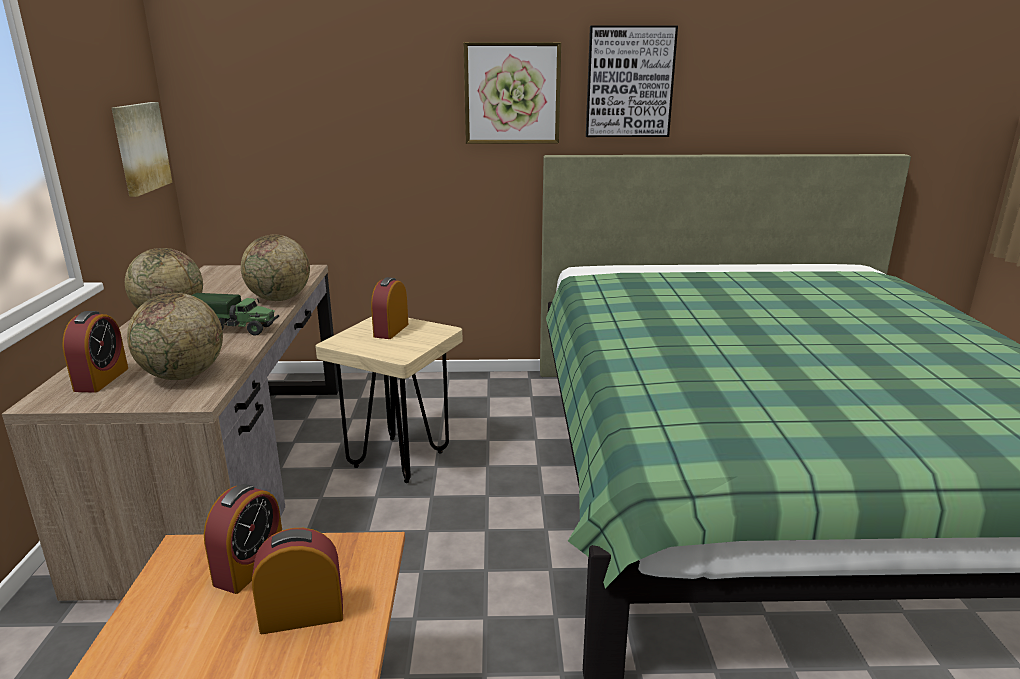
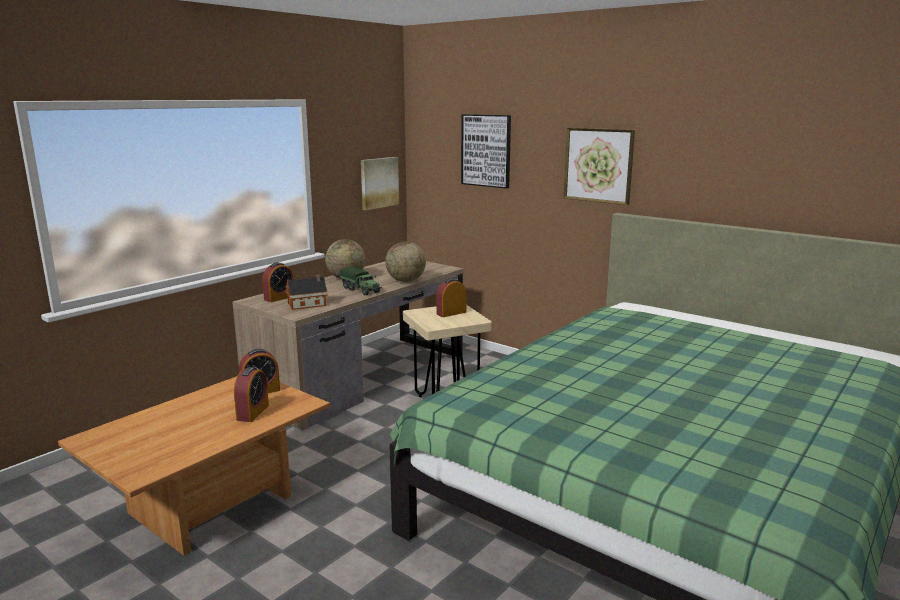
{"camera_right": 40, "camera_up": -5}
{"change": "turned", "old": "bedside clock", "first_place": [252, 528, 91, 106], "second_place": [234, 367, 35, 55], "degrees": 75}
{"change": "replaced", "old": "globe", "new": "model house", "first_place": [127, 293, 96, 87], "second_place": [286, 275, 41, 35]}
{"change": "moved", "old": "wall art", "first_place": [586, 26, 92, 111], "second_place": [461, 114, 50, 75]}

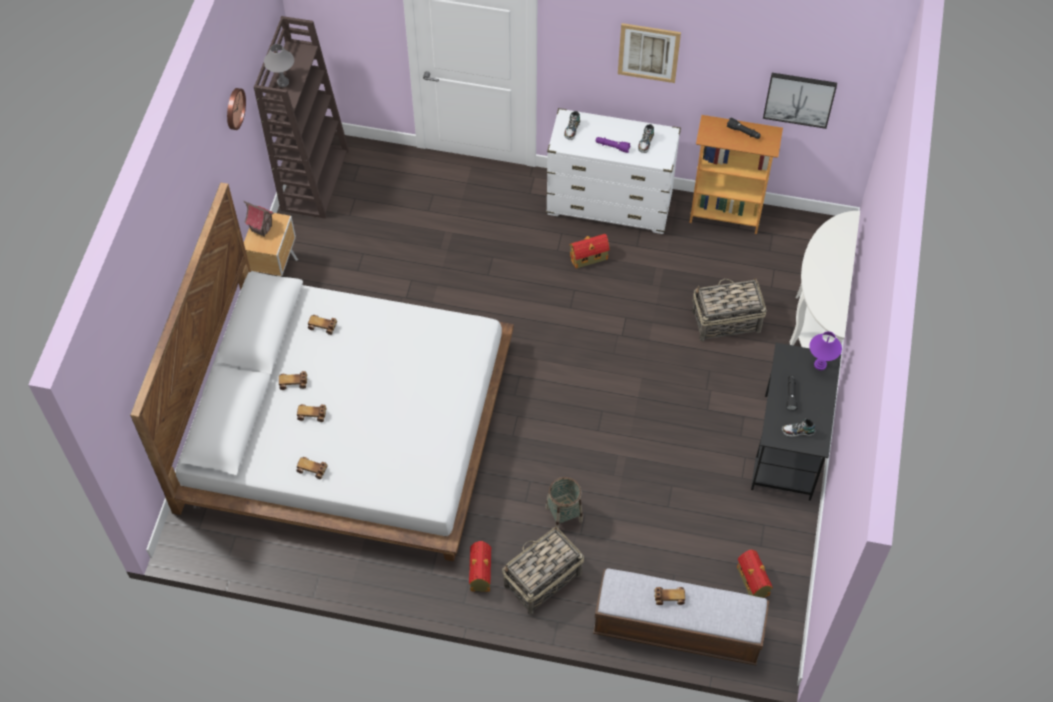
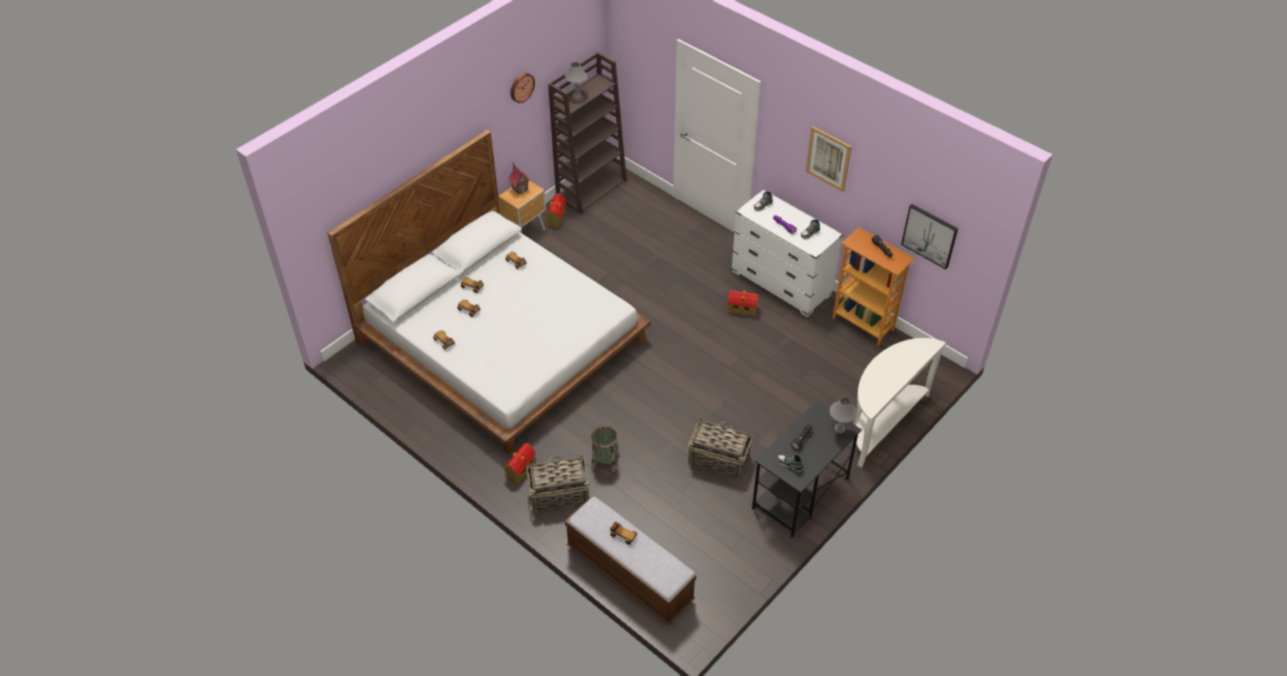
{"camera_right": 30, "camera_up": -10}
{"change": "moved", "old": "model house", "first_place": [737, 550, 36, 48], "second_place": [546, 193, 20, 35]}
{"change": "moved", "old": "basket", "first_place": [692, 277, 75, 65], "second_place": [688, 418, 65, 62]}
{"change": "recoloured", "old": "purplish lamp for a table", "new": "greyish lamp for a table", "first_place": [809, 331, 33, 39], "second_place": [830, 397, 27, 37]}

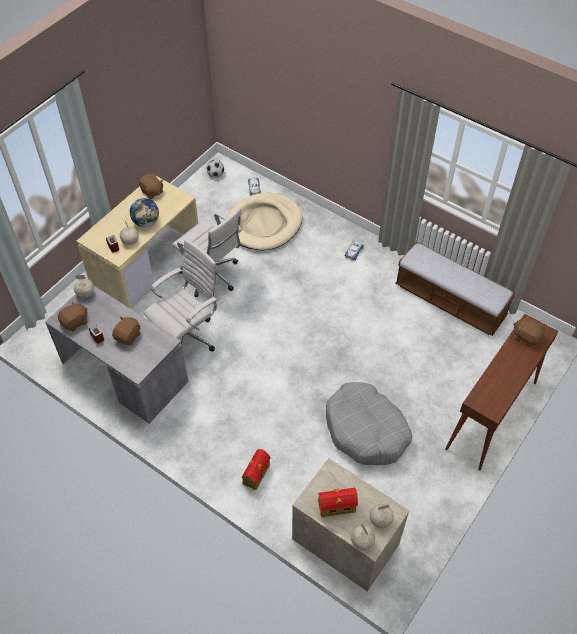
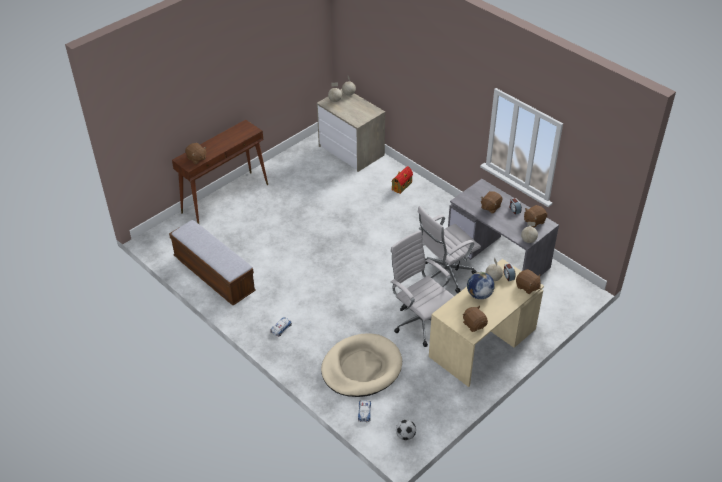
{"camera_right": -170, "camera_up": -10}
{"change": "added", "new": "brown-coloured plush toy", "second_place": [516, 269, 25, 25]}
{"change": "removed", "old": "model house", "first_place": [318, 488, 40, 29]}
{"change": "removed", "old": "greyish dog cushion", "first_place": [326, 382, 86, 83]}

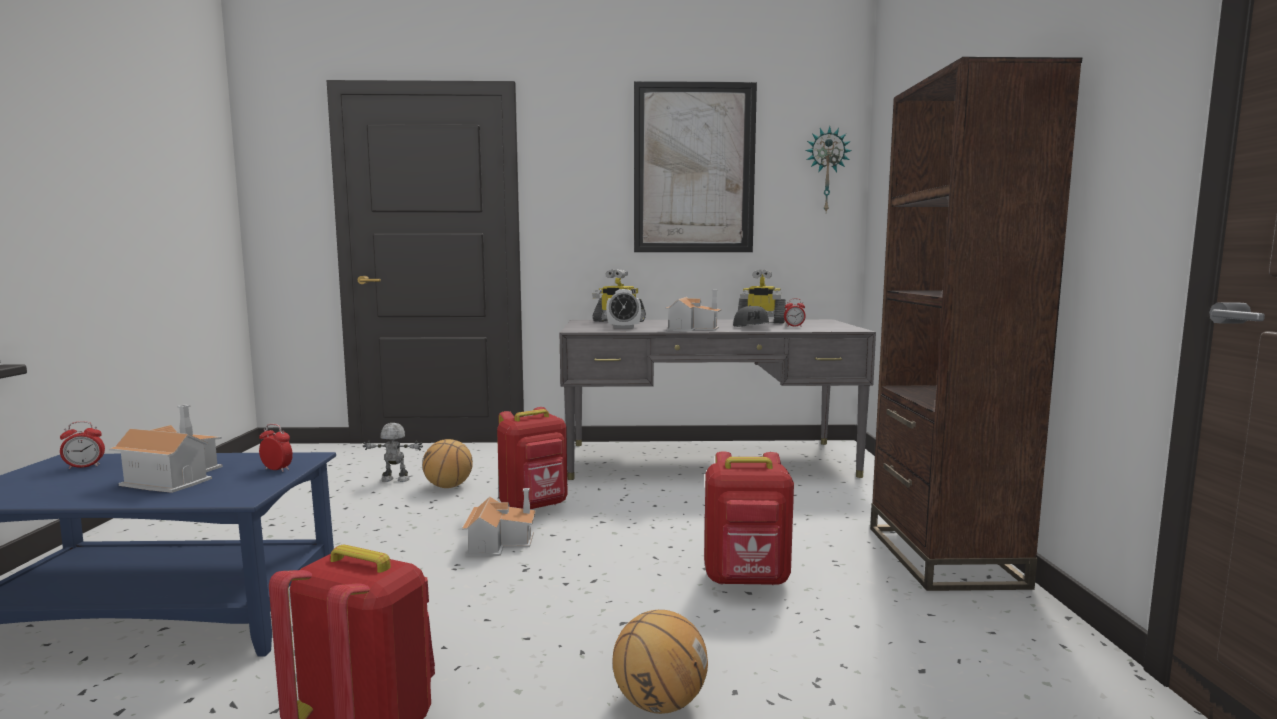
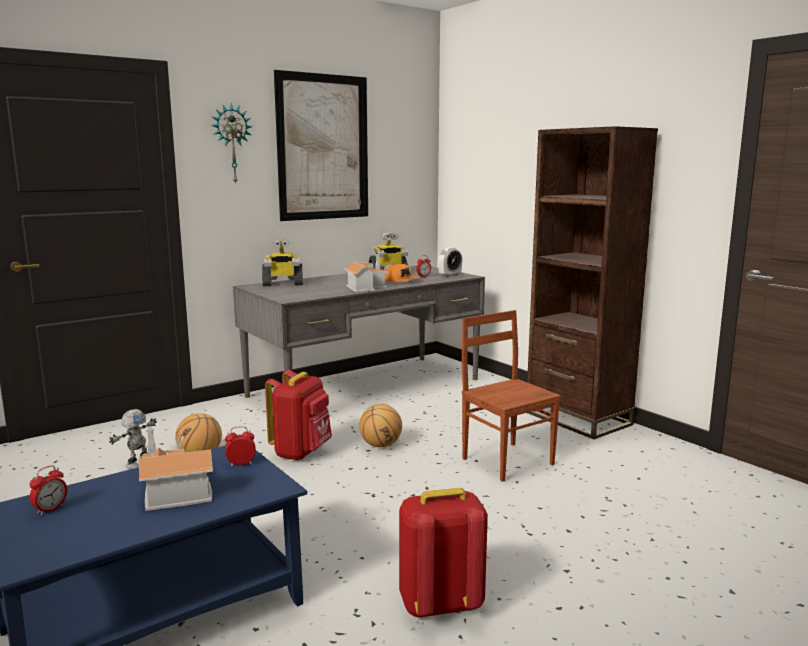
{"camera_right": -35, "camera_up": 5}
{"change": "turned", "old": "robot figure", "first_place": [363, 423, 60, 59], "second_place": [109, 409, 48, 60], "degrees": 150}
{"change": "moved", "old": "wall clock", "first_place": [805, 126, 47, 86], "second_place": [211, 103, 41, 82]}
{"change": "moved", "old": "basketball", "first_place": [612, 610, 96, 104], "second_place": [359, 404, 43, 43]}
{"change": "recoloured", "old": "greyish cap", "new": "orange-coloured cap", "first_place": [733, 305, 40, 22], "second_place": [385, 264, 35, 18]}
{"change": "moved", "old": "bedside clock", "first_place": [606, 289, 35, 39], "second_place": [438, 247, 24, 30]}
{"change": "replaced", "old": "reddish rucksack", "new": "brown-coloured upright chair", "first_place": [704, 451, 90, 135], "second_place": [462, 310, 99, 172]}
{"change": "removed", "old": "model house", "first_place": [462, 488, 74, 69]}

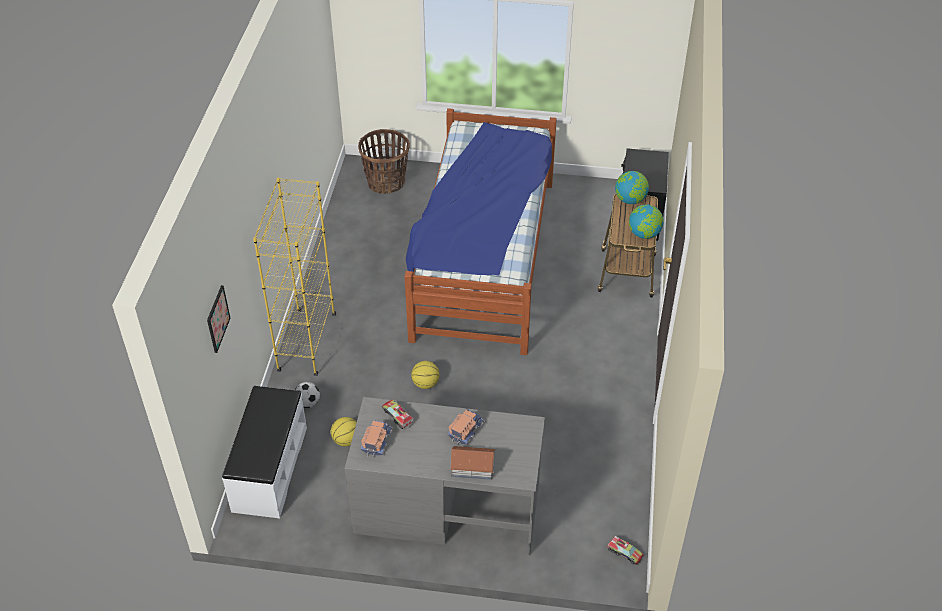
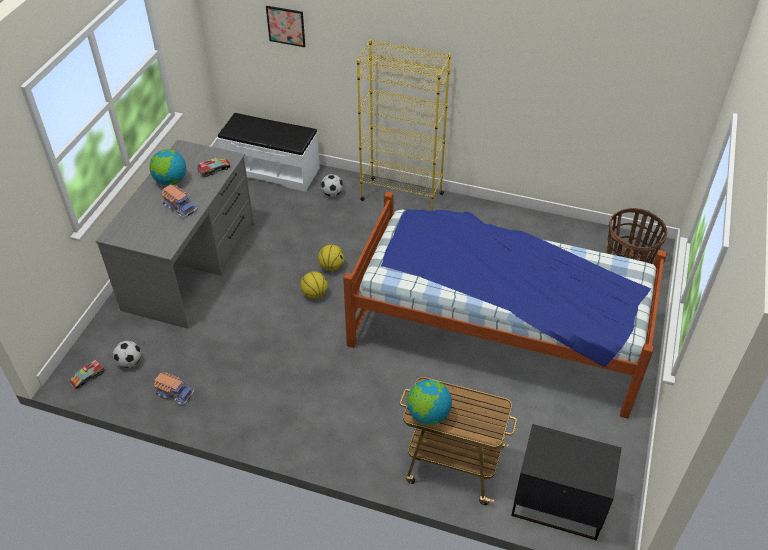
{"camera_right": 100, "camera_up": 0}
{"change": "added", "new": "football", "second_place": [113, 341, 28, 27]}
{"change": "moved", "old": "globe", "first_place": [615, 171, 34, 33], "second_place": [149, 150, 37, 35]}
{"change": "moved", "old": "toy lorry", "first_place": [361, 420, 32, 38], "second_place": [154, 372, 40, 33]}
{"change": "moved", "old": "basketball", "first_place": [331, 417, 26, 29], "second_place": [300, 271, 28, 28]}
{"change": "removed", "old": "model house", "first_place": [450, 446, 46, 34]}

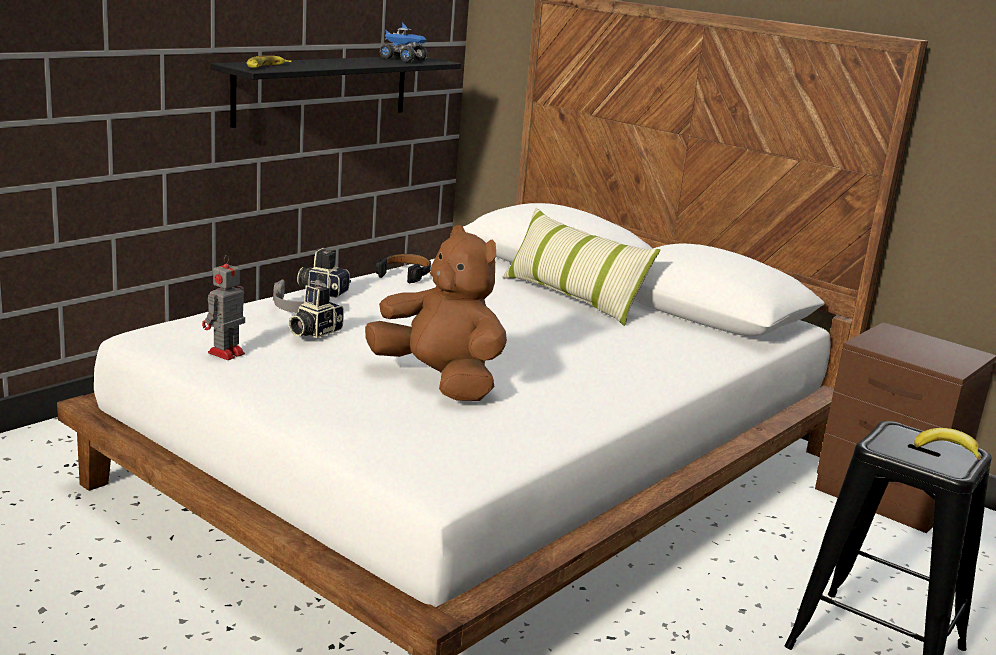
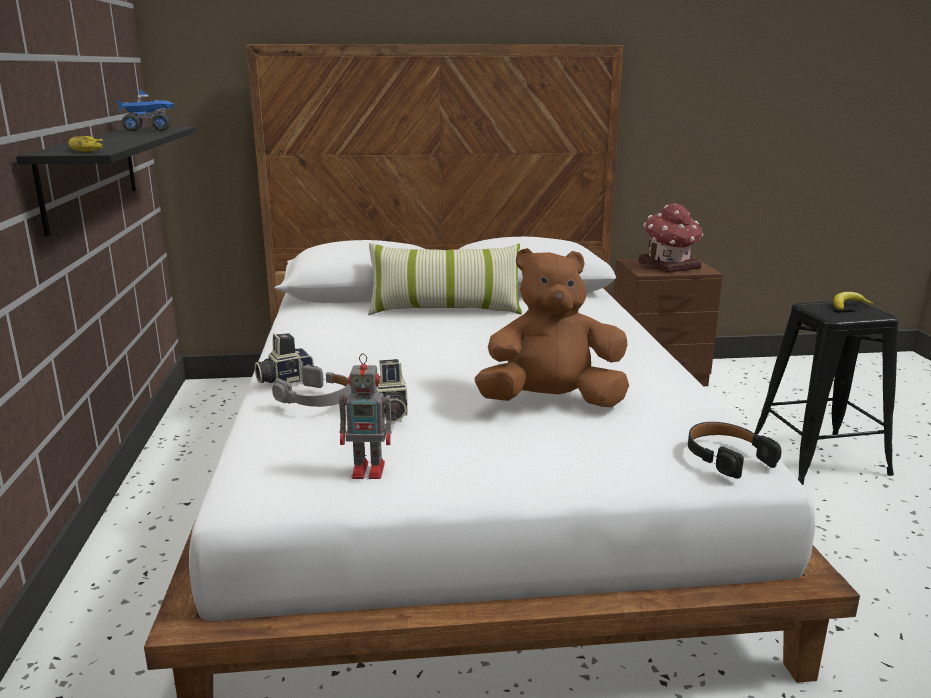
{"camera_right": -45, "camera_up": 0}
{"change": "turned", "old": "robot figure", "first_place": [202, 255, 43, 105], "second_place": [339, 353, 58, 126], "degrees": -75}
{"change": "added", "new": "model house", "second_place": [638, 203, 65, 70]}
{"change": "moved", "old": "black pair of headphones", "first_place": [376, 254, 55, 29], "second_place": [688, 422, 94, 57]}

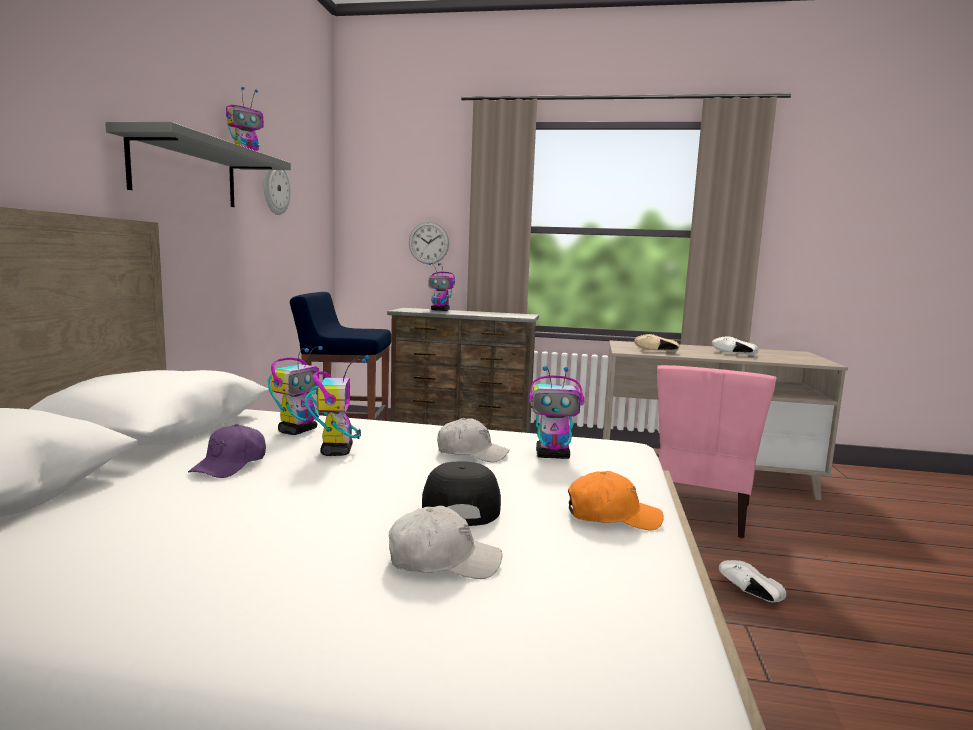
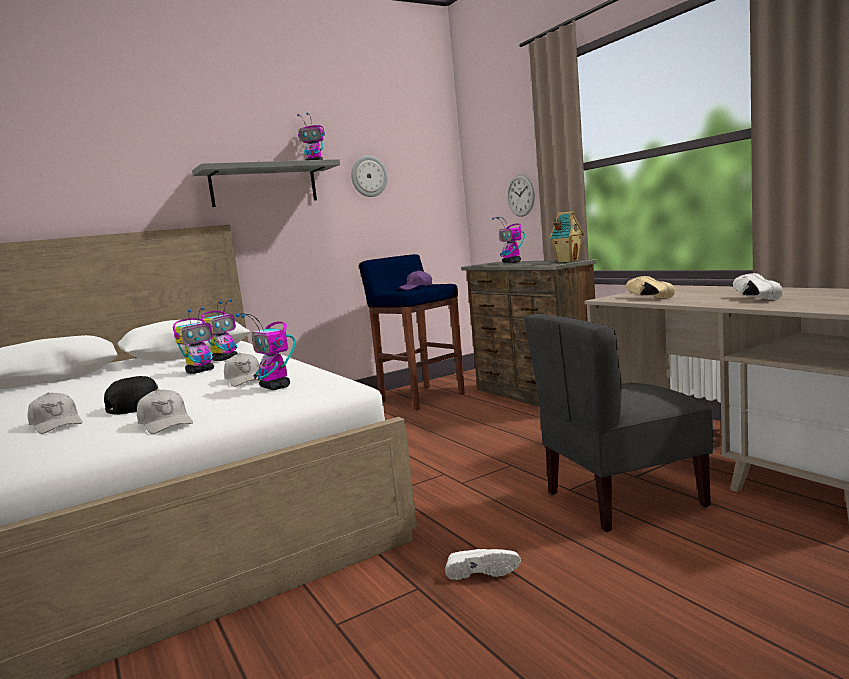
{"camera_right": 50, "camera_up": 0}
{"change": "recoloured", "old": "orange-coloured cap", "new": "whitish cap", "first_place": [568, 471, 96, 60], "second_place": [137, 389, 56, 45]}
{"change": "turned", "old": "robot figure", "first_place": [268, 346, 55, 89], "second_place": [201, 299, 37, 62], "degrees": -45}
{"change": "moved", "old": "purplish cap", "first_place": [188, 424, 78, 54], "second_place": [398, 270, 34, 20]}
{"change": "turned", "old": "whitish low shoe", "first_place": [719, 560, 67, 42], "second_place": [445, 549, 76, 31], "degrees": 90}
{"change": "recoloured", "old": "pink upright chair", "new": "greyish upright chair", "first_place": [657, 365, 120, 173], "second_place": [524, 314, 189, 218]}
{"change": "added", "new": "model house", "second_place": [549, 211, 35, 51]}

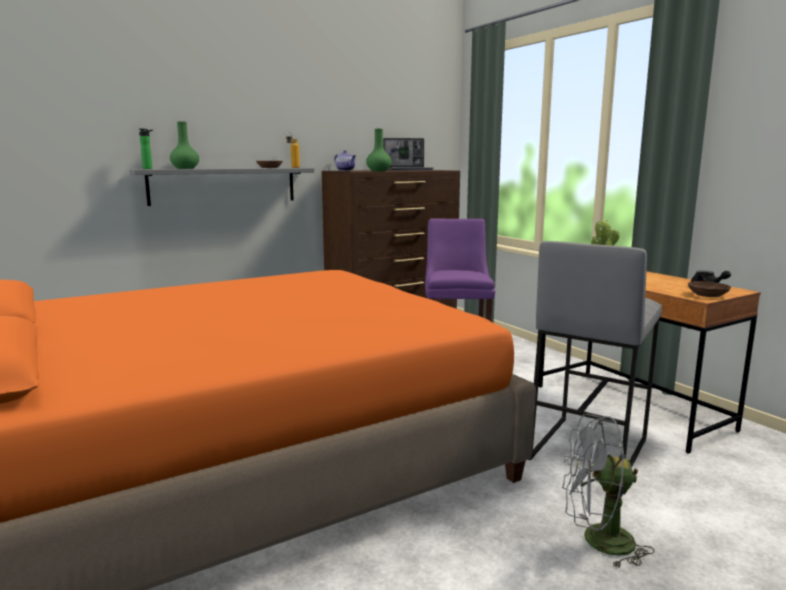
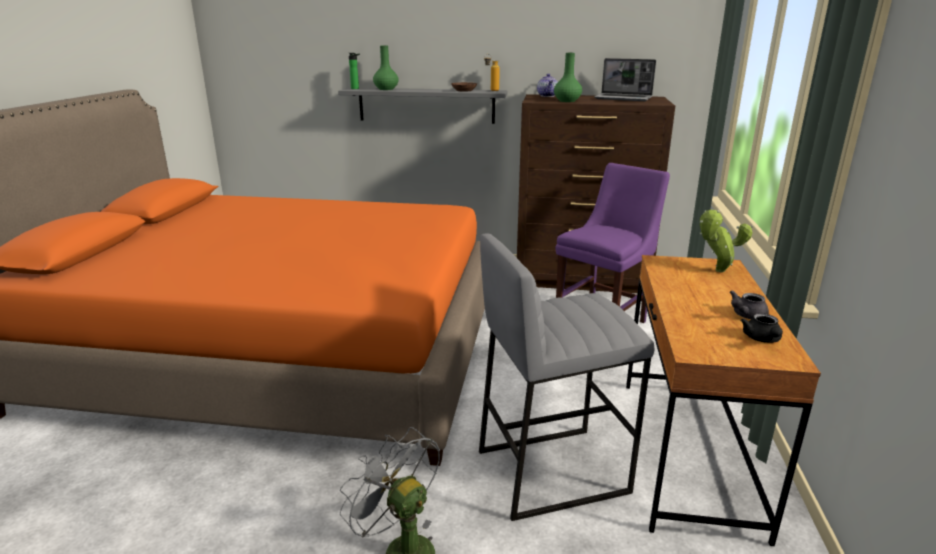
{"camera_right": 40, "camera_up": 10}
{"change": "added", "new": "greyish pot for tea", "second_place": [730, 290, 39, 29]}
{"change": "removed", "old": "brown-coloured serving bowl", "first_place": [688, 281, 43, 16]}

